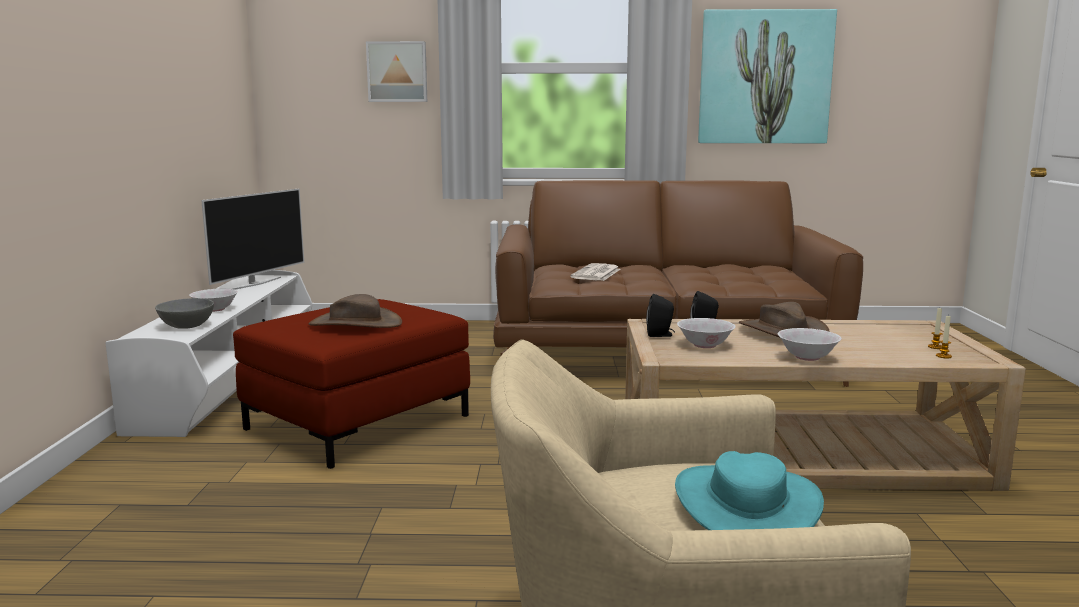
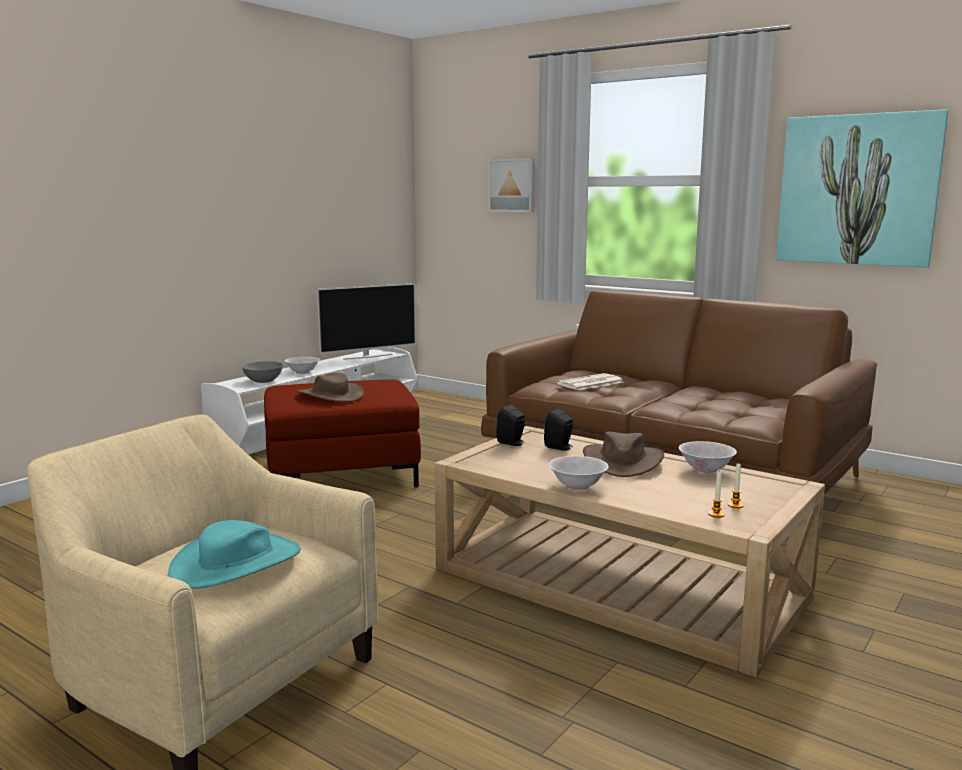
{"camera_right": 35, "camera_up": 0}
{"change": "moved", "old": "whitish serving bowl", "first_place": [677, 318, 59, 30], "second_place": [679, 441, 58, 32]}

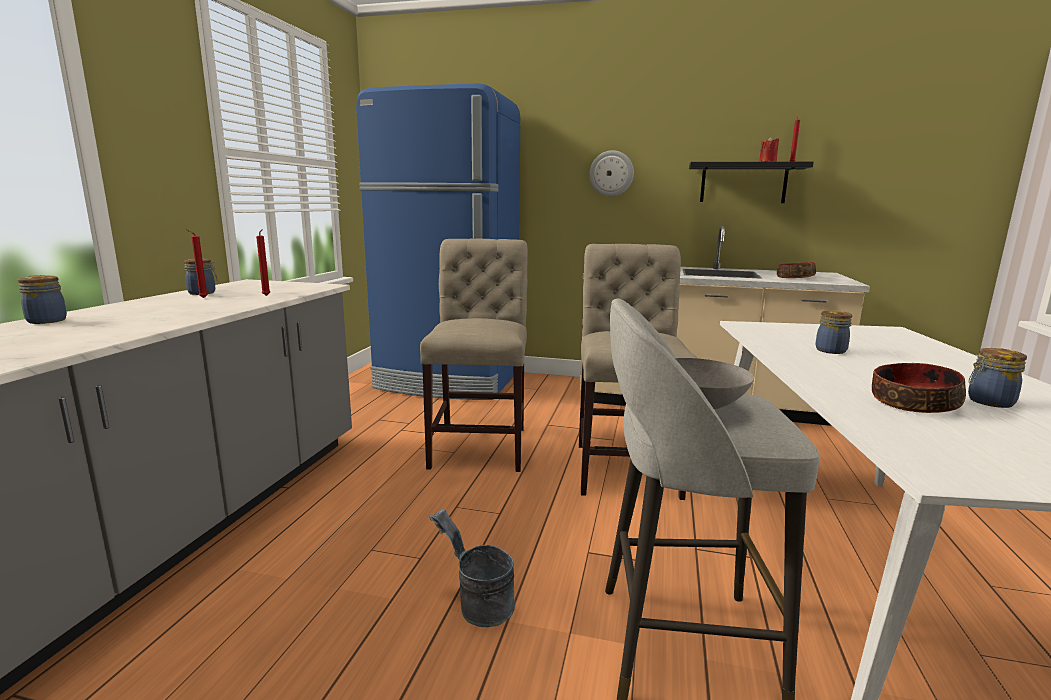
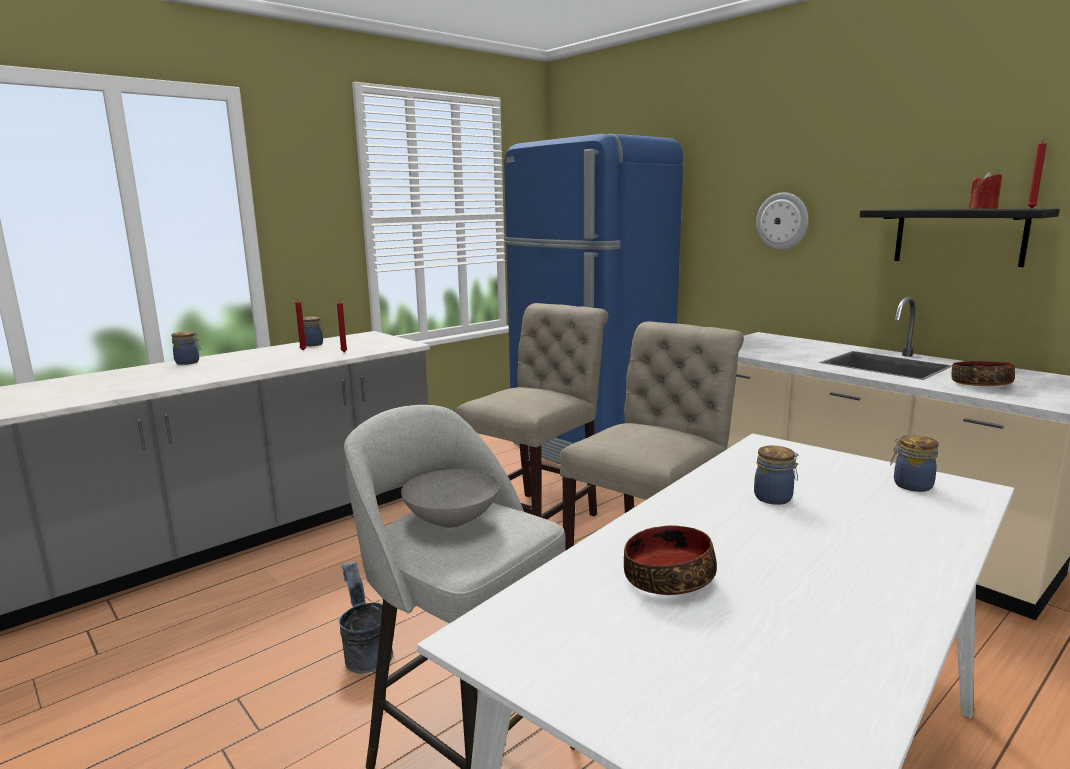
{"camera_right": 35, "camera_up": 0}
{"change": "moved", "old": "preserve jar", "first_place": [968, 348, 59, 60], "second_place": [890, 435, 49, 57]}

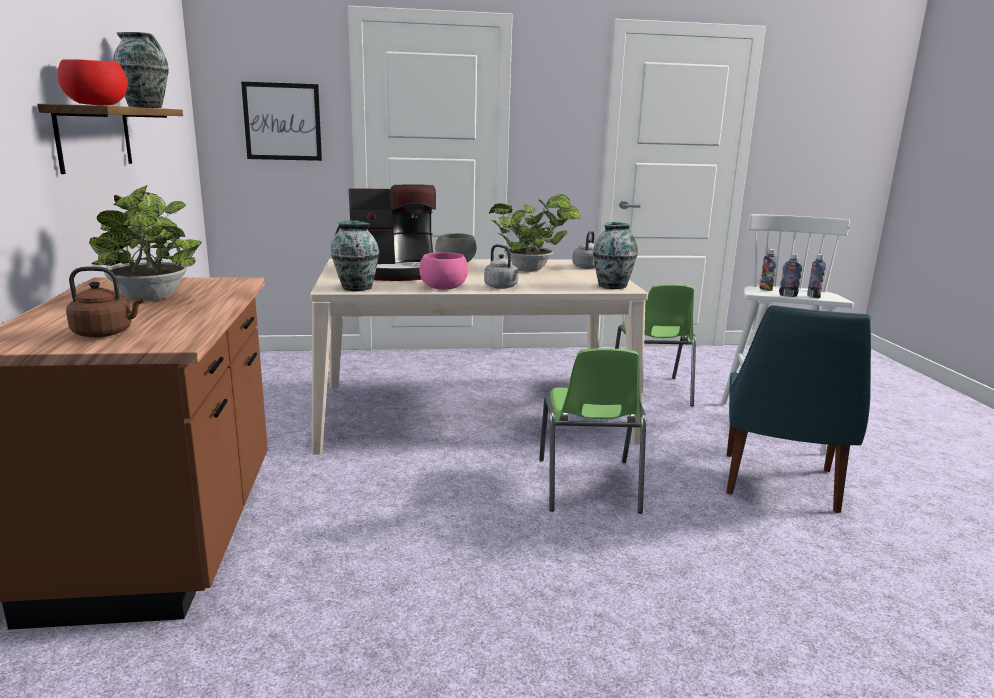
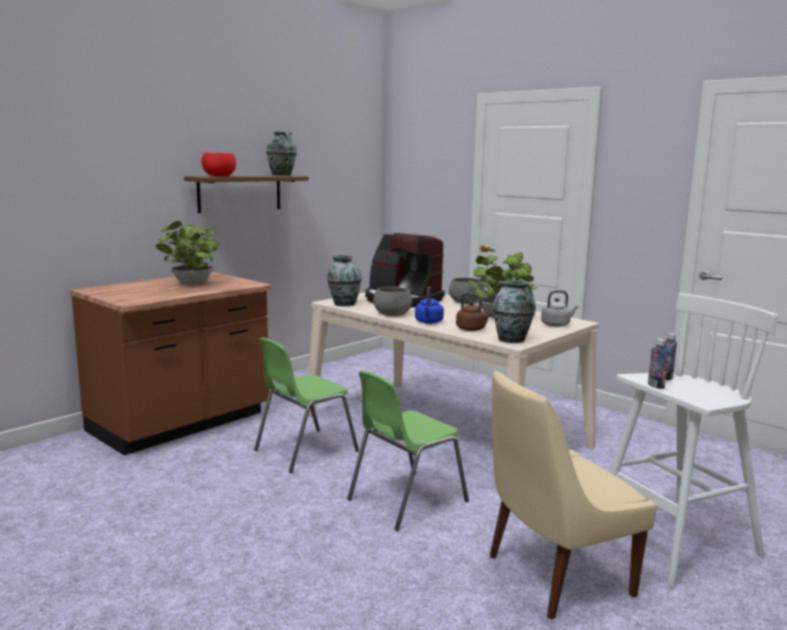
{"camera_right": 50, "camera_up": -5}
{"change": "moved", "old": "green upright chair", "first_place": [615, 284, 81, 122], "second_place": [254, 338, 105, 135]}
{"change": "recoloured", "old": "pink serving bowl", "new": "greyish serving bowl", "first_place": [419, 252, 49, 37], "second_place": [373, 287, 39, 29]}
{"change": "recoloured", "old": "greyish kettle", "new": "bluish kettle", "first_place": [484, 244, 36, 45], "second_place": [415, 286, 29, 38]}
{"change": "moved", "old": "brown-coloured kettle", "first_place": [66, 267, 78, 70], "second_place": [456, 293, 36, 38]}
{"change": "recoloured", "old": "bluish upright chair", "new": "sand-coloured upright chair", "first_place": [726, 305, 145, 208], "second_place": [490, 371, 168, 249]}
{"change": "removed", "old": "wall art", "first_place": [241, 82, 81, 79]}
{"change": "removed", "old": "beverage bottle", "first_place": [807, 254, 19, 44]}

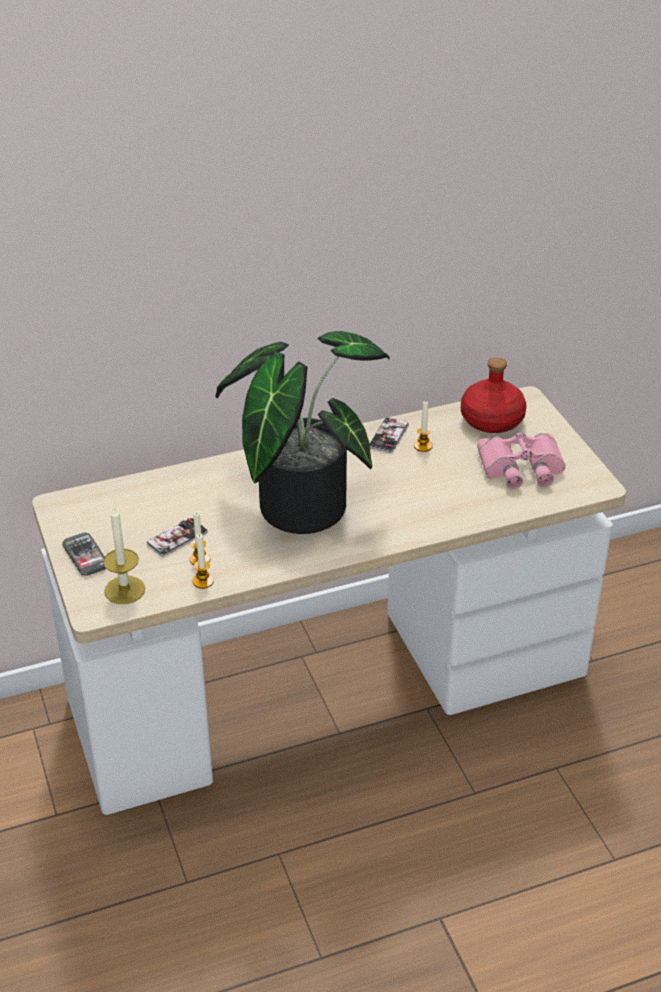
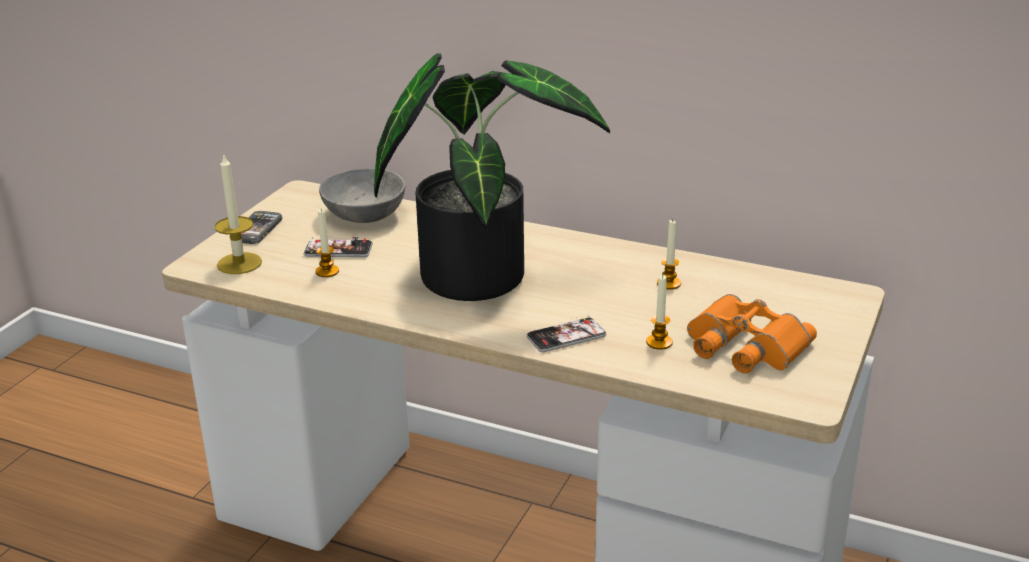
{"camera_right": 45, "camera_up": -10}
{"change": "added", "new": "greyish serving bowl", "second_place": [319, 168, 87, 55]}
{"change": "moved", "old": "telephone", "first_place": [370, 416, 39, 37], "second_place": [526, 315, 80, 37]}
{"change": "moved", "old": "candle", "first_place": [193, 534, 21, 55], "second_place": [646, 275, 27, 75]}
{"change": "recoloured", "old": "pink binoculars", "new": "orange-coloured binoculars", "first_place": [477, 432, 89, 57], "second_place": [687, 294, 130, 79]}
{"change": "removed", "old": "reddish beverage bottle", "first_place": [461, 357, 66, 76]}

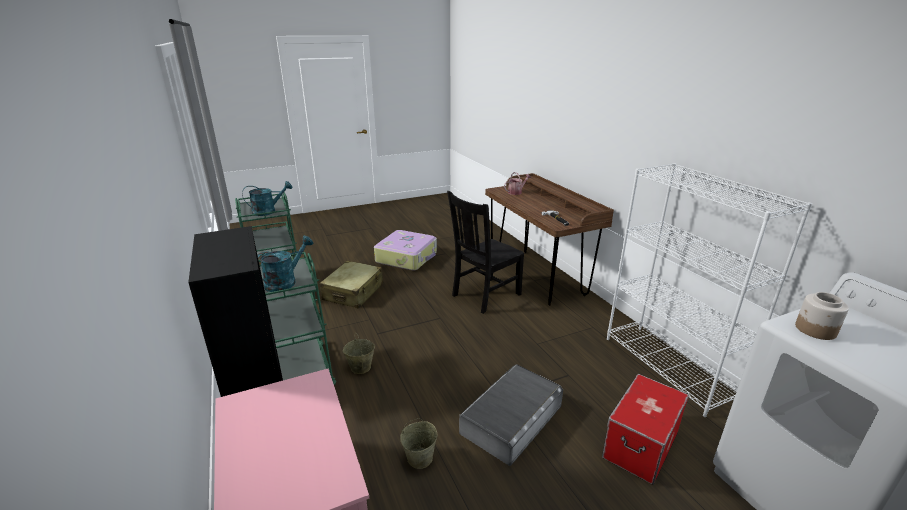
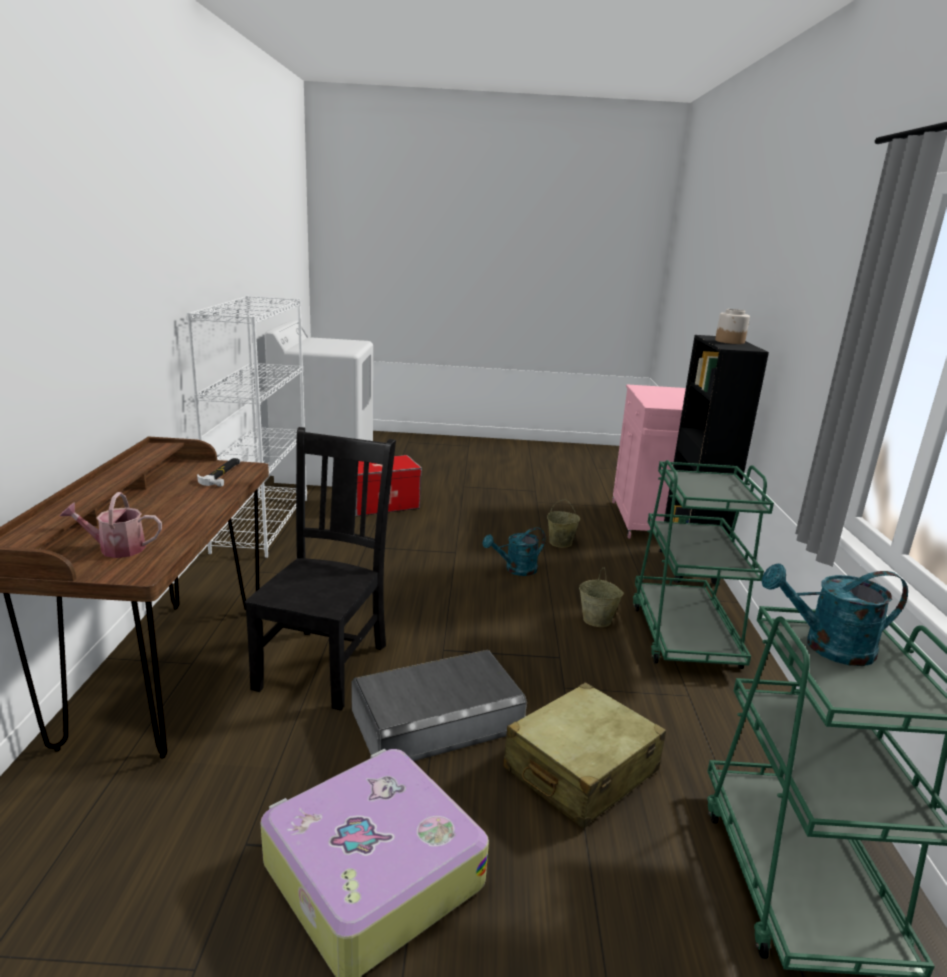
{"camera_right": -155, "camera_up": -5}
{"change": "turned", "old": "black upright chair", "first_place": [447, 191, 77, 123], "second_place": [245, 427, 151, 284], "degrees": -60}
{"change": "moved", "old": "greyish storage box", "first_place": [459, 364, 104, 102], "second_place": [351, 650, 176, 111]}
{"change": "moved", "old": "turquoise-coloured watering can", "first_place": [257, 236, 56, 56], "second_place": [482, 527, 63, 49]}
{"change": "moved", "old": "preserve jar", "first_place": [795, 292, 54, 48], "second_place": [715, 309, 35, 35]}

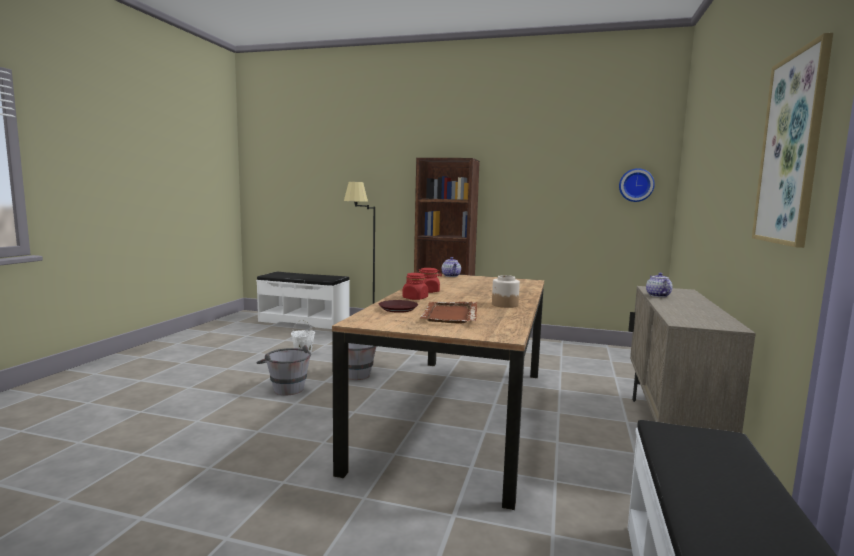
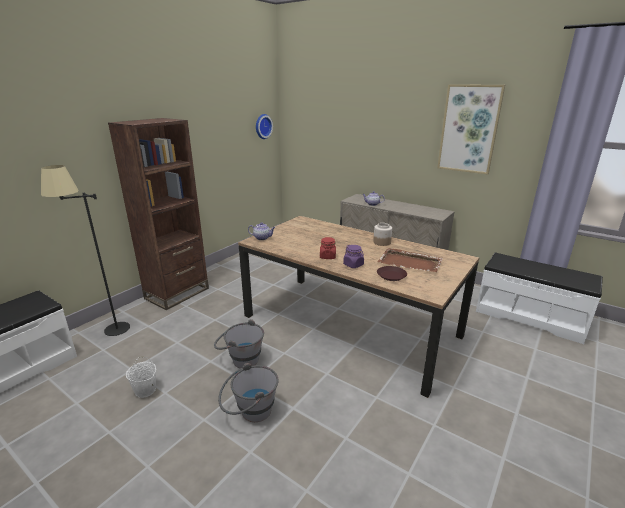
{"camera_right": -70, "camera_up": 15}
{"change": "recoloured", "old": "reddish preserve jar", "new": "purplish preserve jar", "first_place": [402, 273, 26, 27], "second_place": [343, 245, 21, 23]}

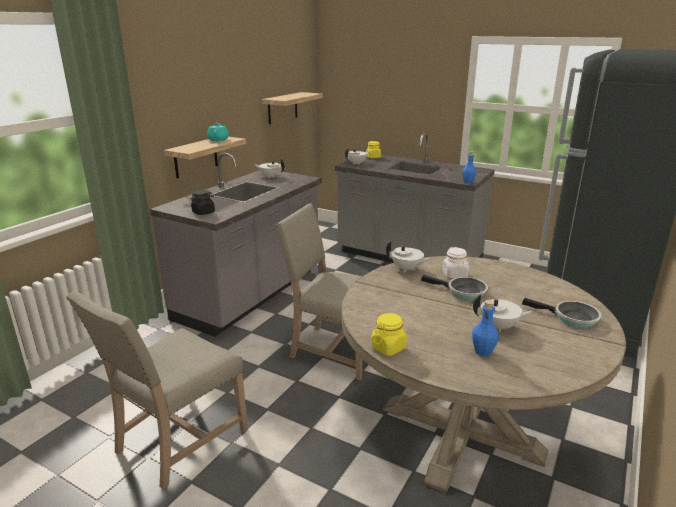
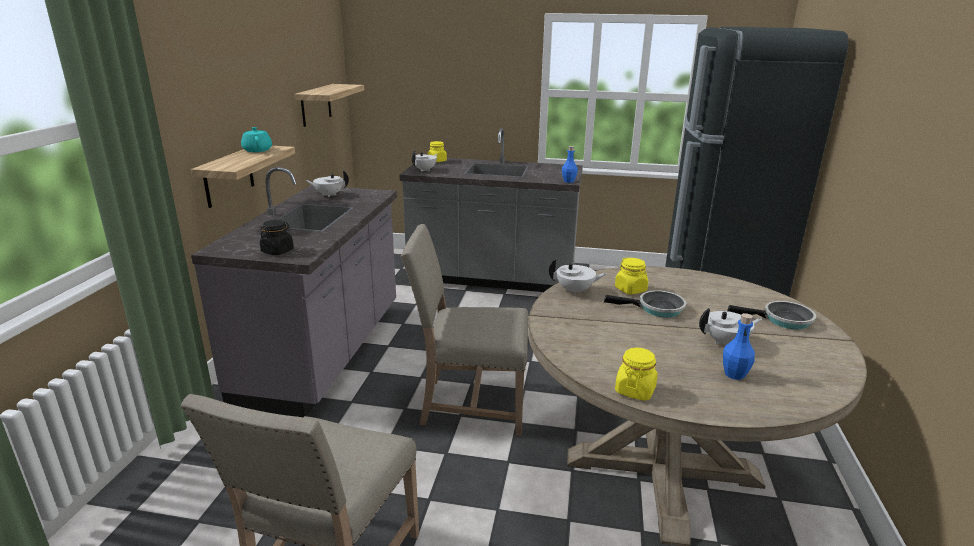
{"camera_right": -20, "camera_up": 0}
{"change": "recoloured", "old": "whitish preserve jar", "new": "yellow-coloured preserve jar", "first_place": [442, 247, 27, 31], "second_place": [615, 257, 33, 38]}

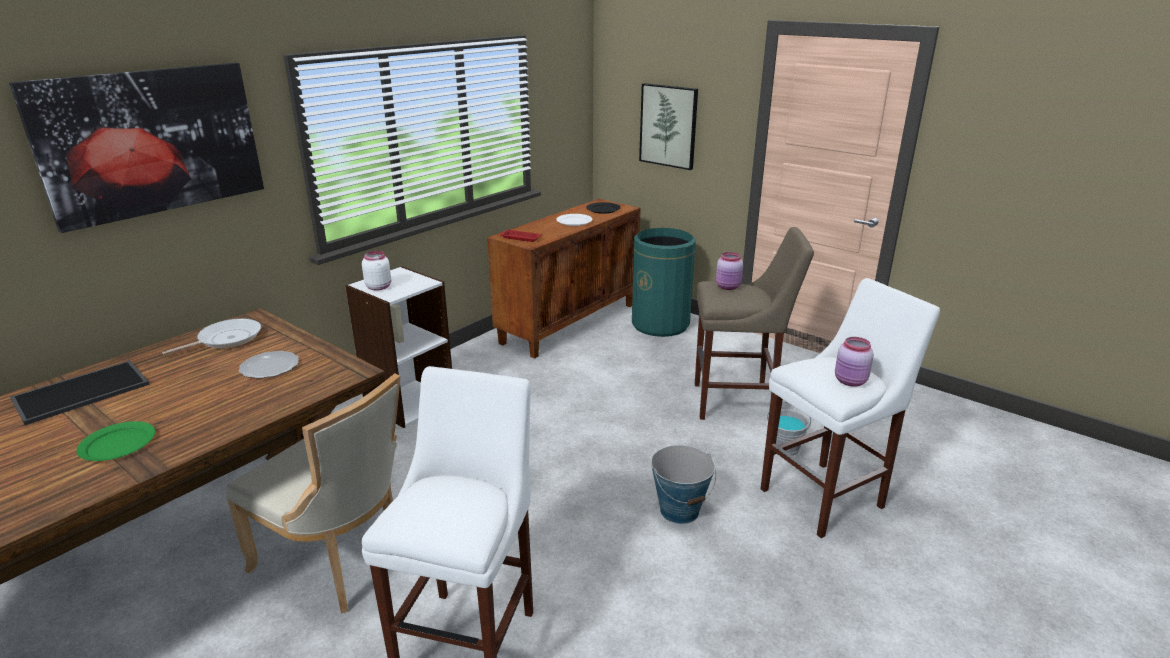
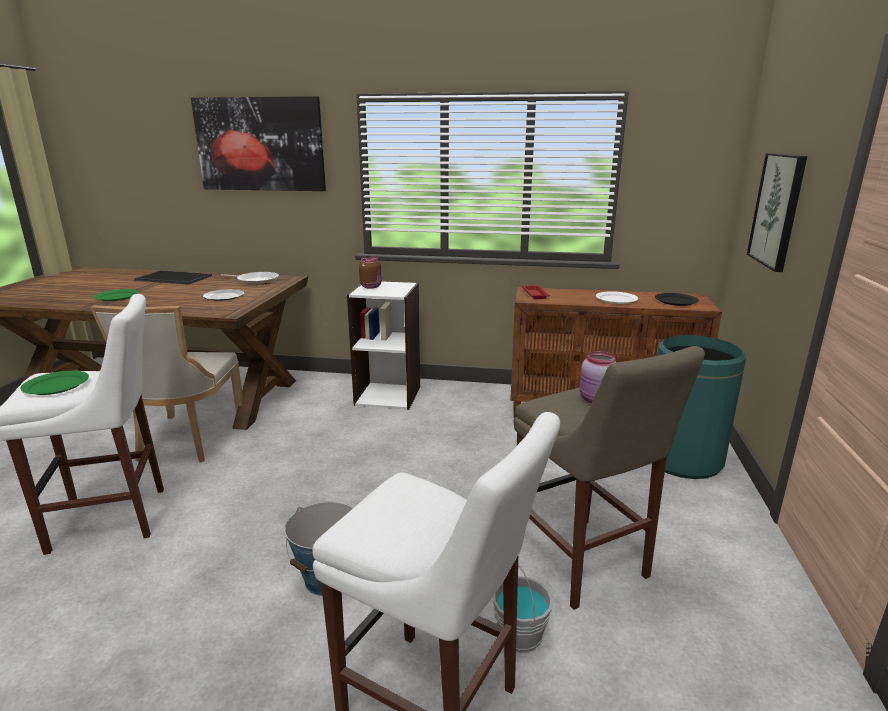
{"camera_right": 60, "camera_up": -5}
{"change": "added", "new": "green dinner plate", "second_place": [20, 371, 69, 24]}
{"change": "recoloured", "old": "whitish preserve jar", "new": "brown-coloured preserve jar", "first_place": [362, 251, 29, 40], "second_place": [359, 256, 23, 33]}
{"change": "removed", "old": "pink preserve jar", "first_place": [835, 337, 39, 50]}

